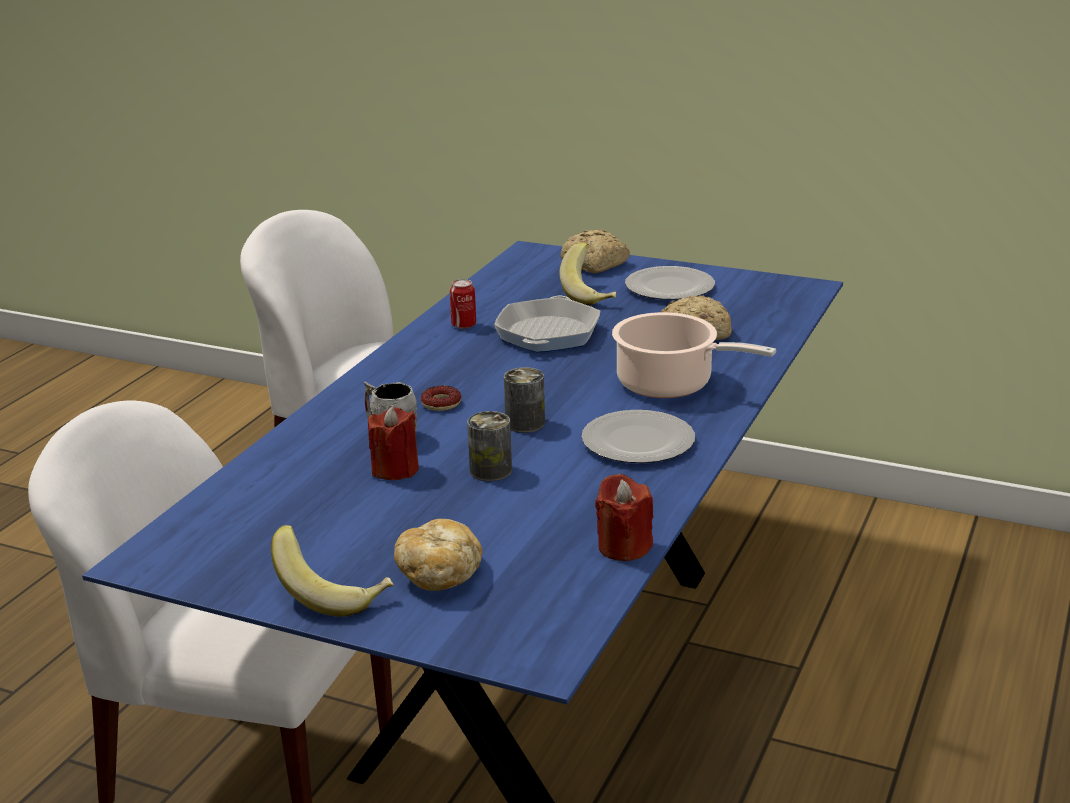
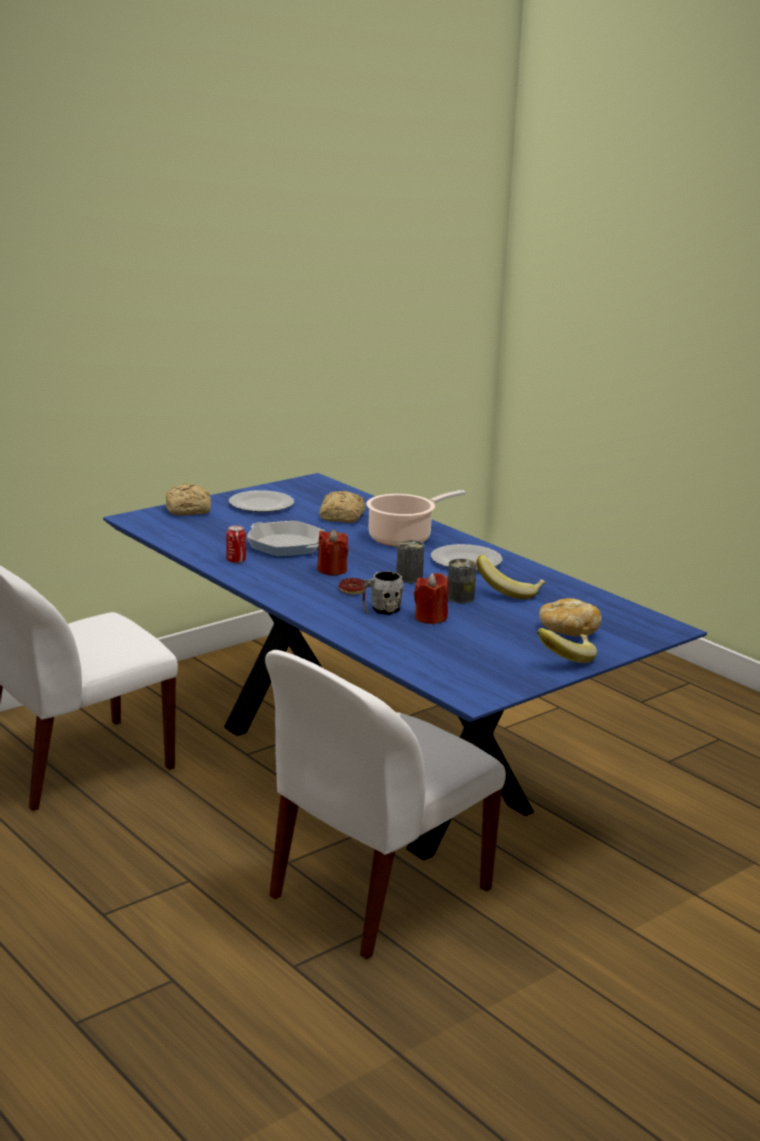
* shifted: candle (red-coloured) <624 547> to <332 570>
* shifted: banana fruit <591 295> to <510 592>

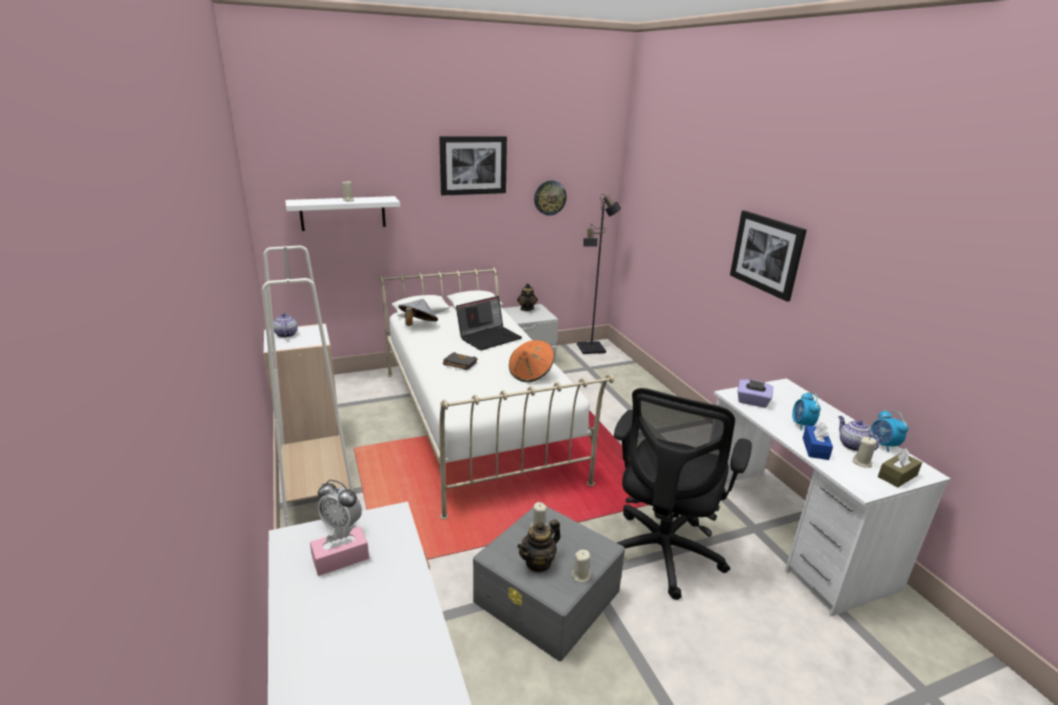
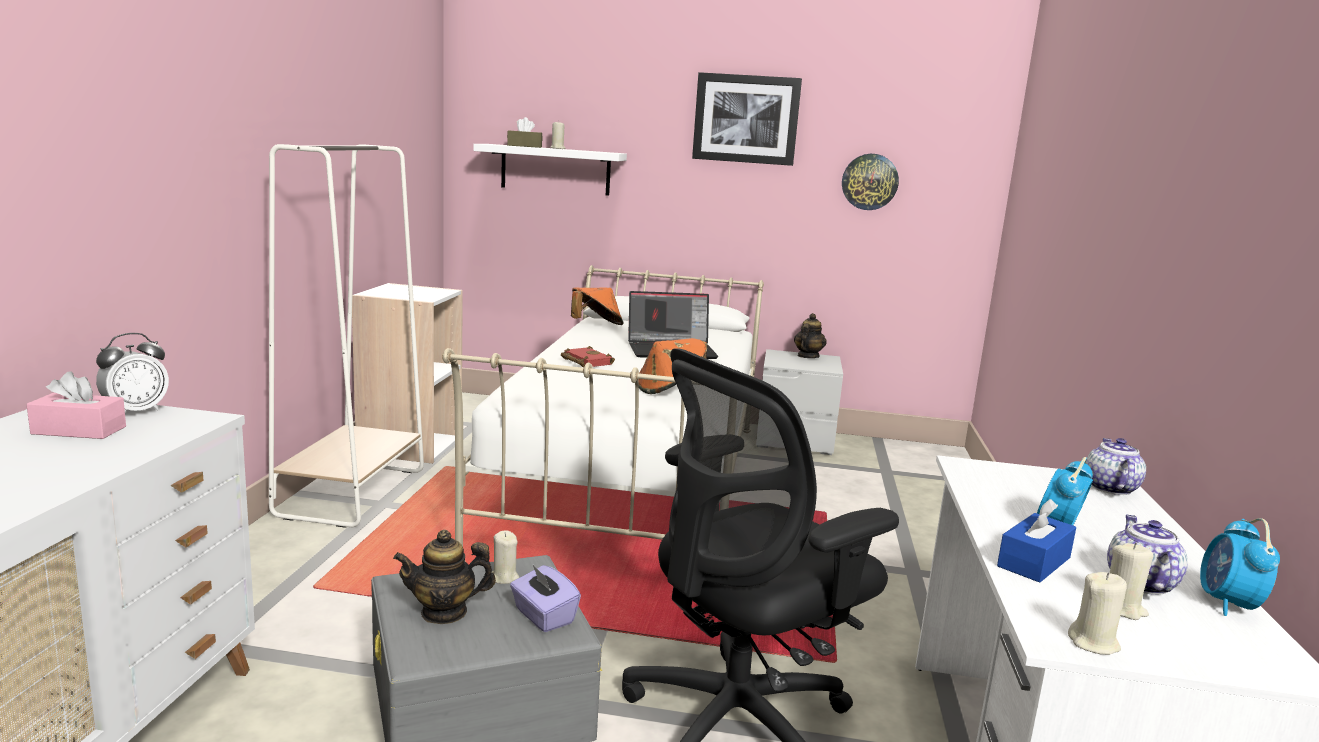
* rotated: bedside clock <341 526> = <136 411> 105 degrees counterclockwise
* shifted: box of tissues (brown-coloured) <897 476> to <524 146>
* shifted: box of tissues (purple-coloured) <752 402> to <543 616>
* repainted: bound book (blackish) <458 364> to bound book (red-coloured) <585 361>
* repainted: wearable hat (grey) <418 325> to wearable hat (orange) <596 325>
* shifted: candle (sand-coloured) <581 576> to <1093 643>
* shifted: teapot <286 334> to <1109 487>
* gone: standing lamp (blackish) <591 348>
* gone: picture <767 254>

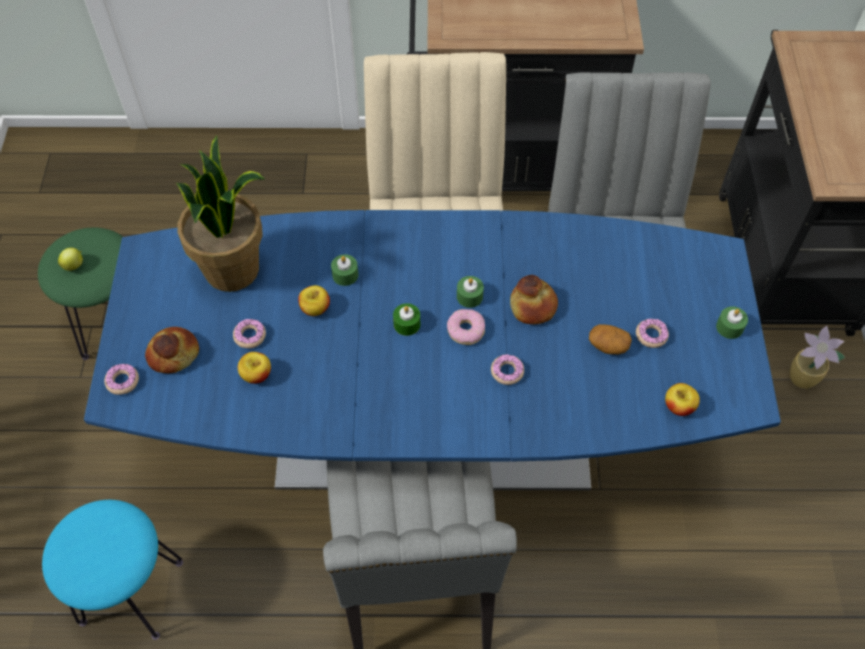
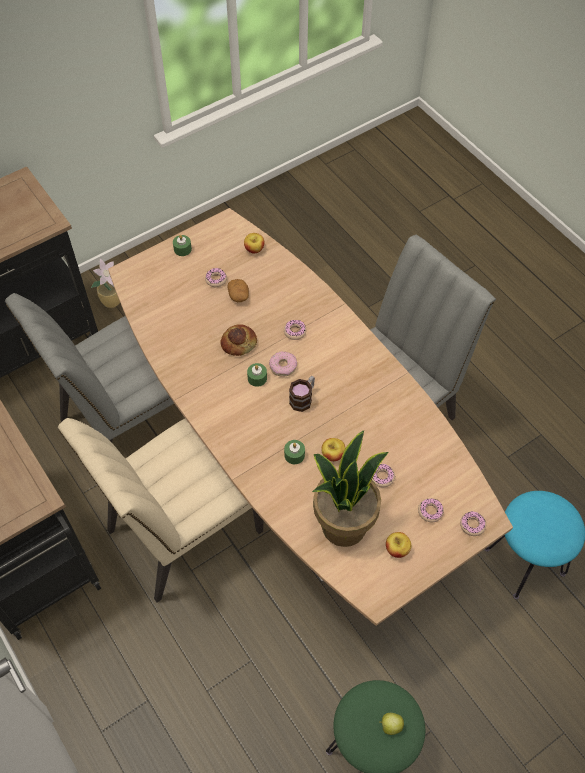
* repainted: kitchen table (bluish) <431 432> to kitchen table (brown-coloured) <292 468>
* swapped: candle (green) <407 324> to mug <303 398>
* shifted: apple fruit <256 375> to <397 549>
* swapped: bread <173 353> to donut <430 511>

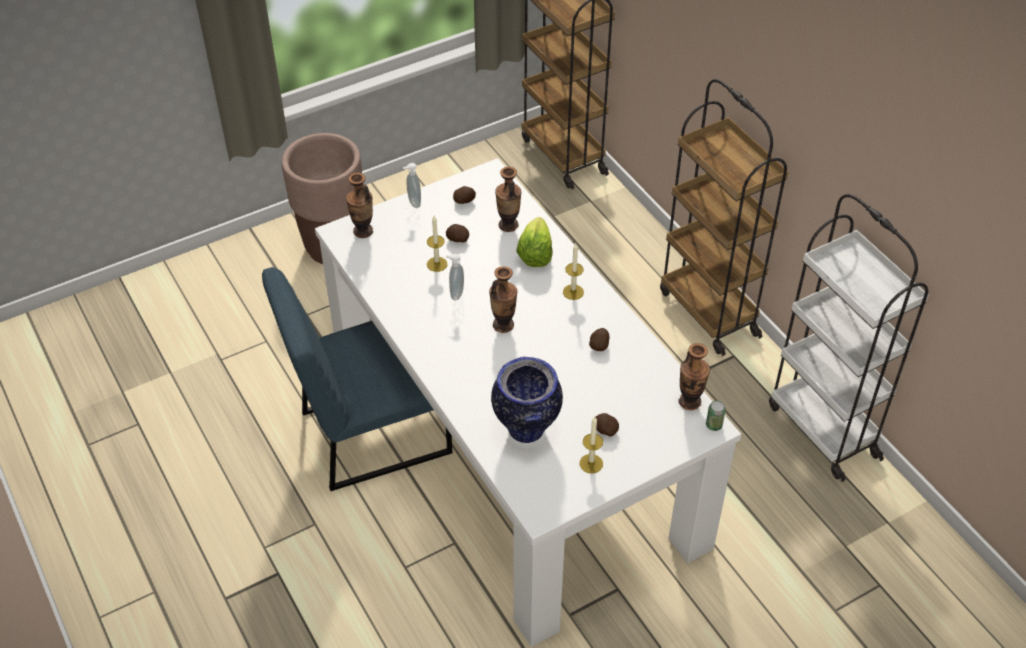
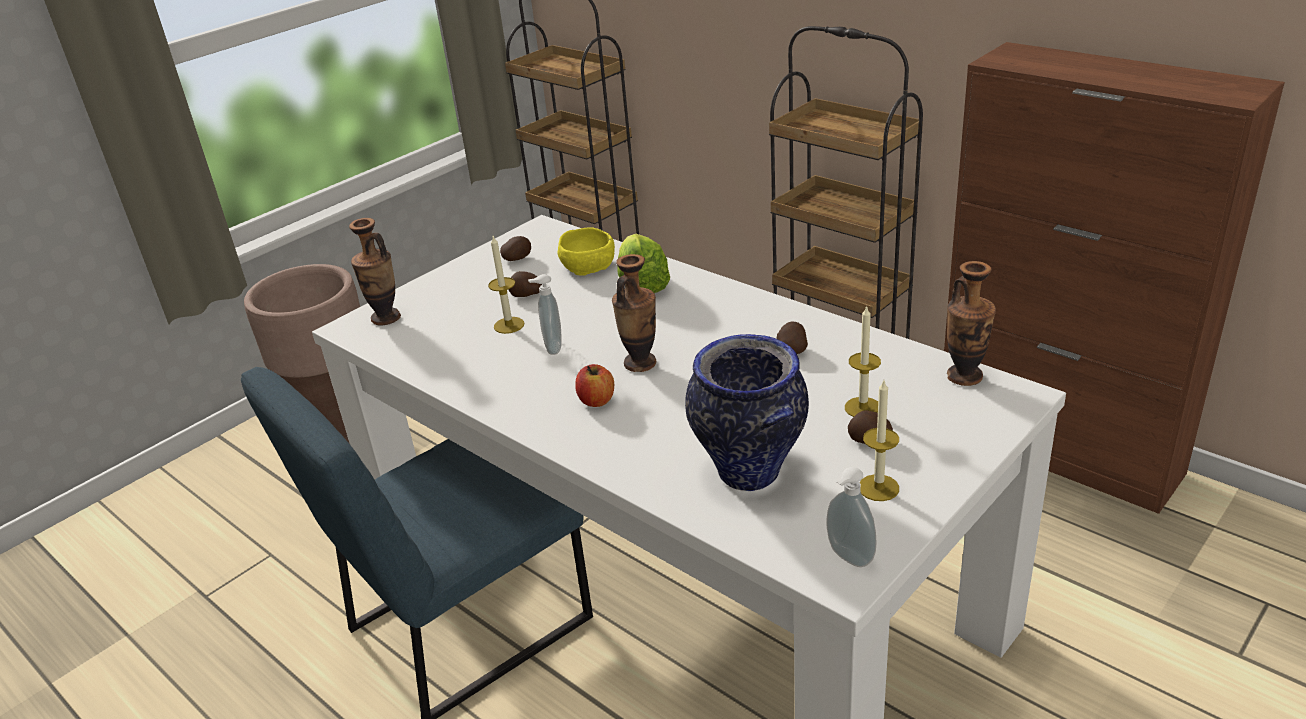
* swapped: vase <508 225> to serving bowl (yellowish) <589 267>
* new: apple fruit <596 400>
* shifted: soap bottle <413 203> to <848 558>
* shifted: candle <573 292> to <863 408>
* swapped: wheeled cart (white-coloured) <822 430> to cupboard (brown-coloured) <1058 451>
* gone: metal can <714 425>

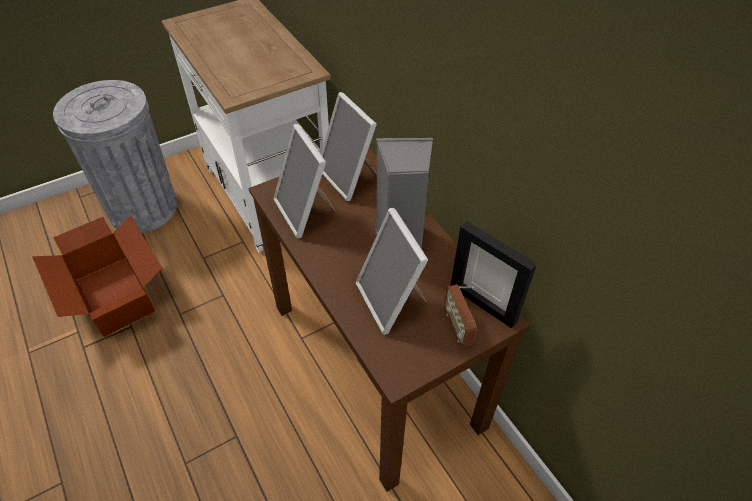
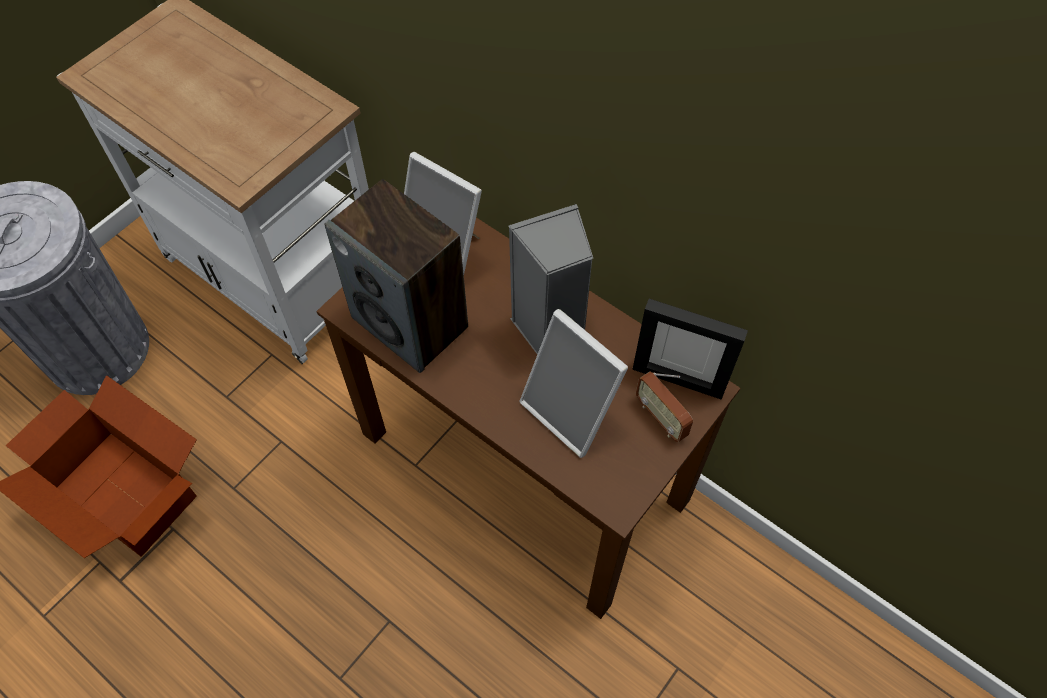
* swapped: standing frame <306 212> to audio speaker <411 323>

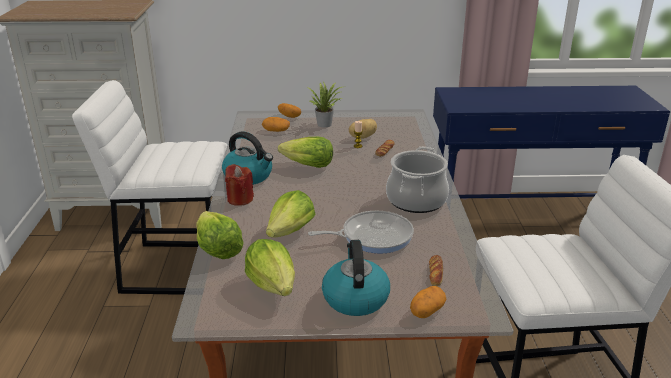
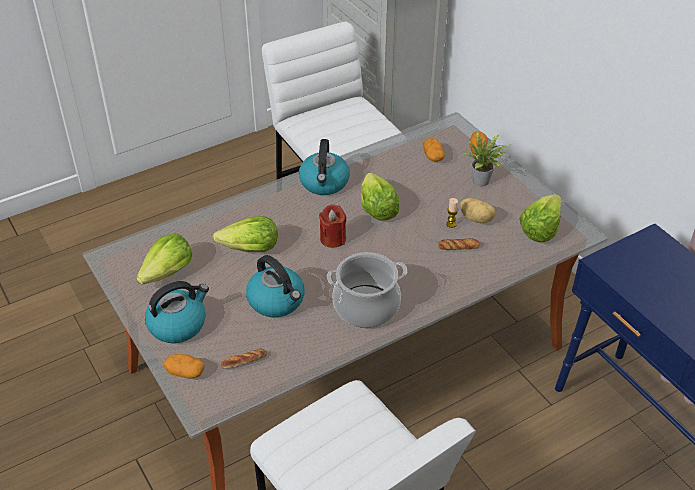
* swapped: skillet <373 236> to tea kettle <277 301>
* shifted: candle (red-coloured) <240 199> to <333 239>
* shifted: head of lettuce <217 249> to <540 228>

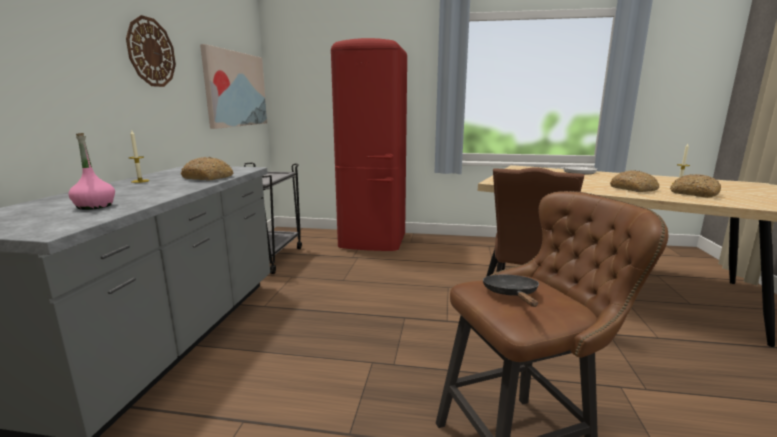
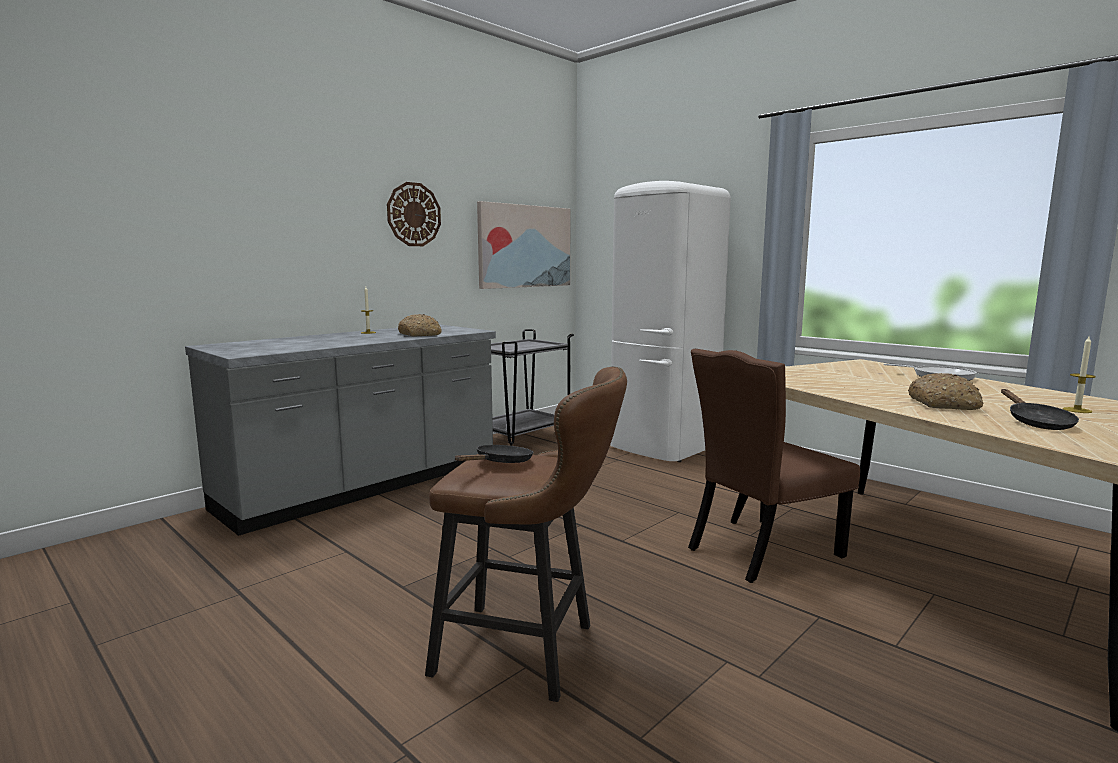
* repainted: refrigerator (red-coloured) <373 242> to refrigerator (white-coloured) <661 448>
* swapped: bread <693 194> to skillet (blackish) <1036 422>
* gone: bottle (pinkish) <94 206>

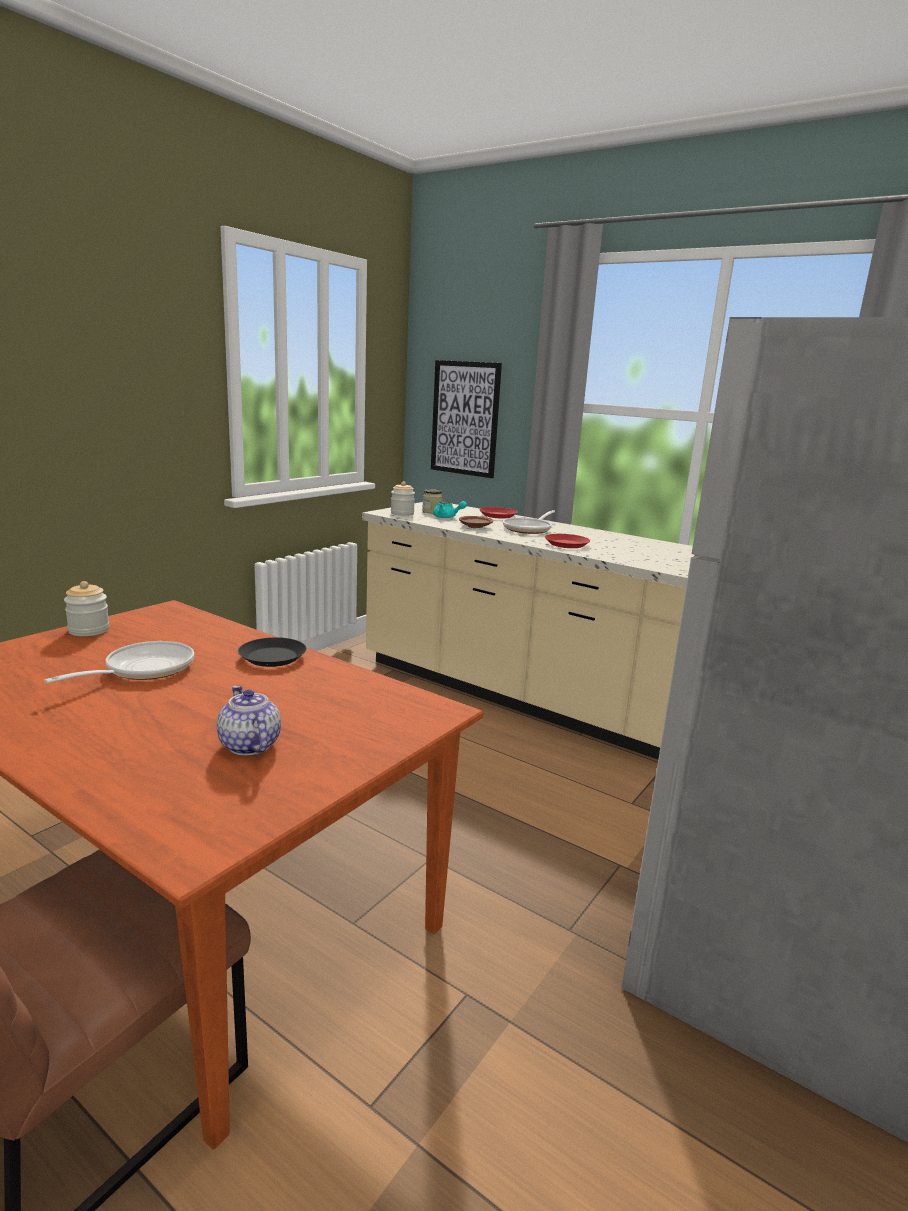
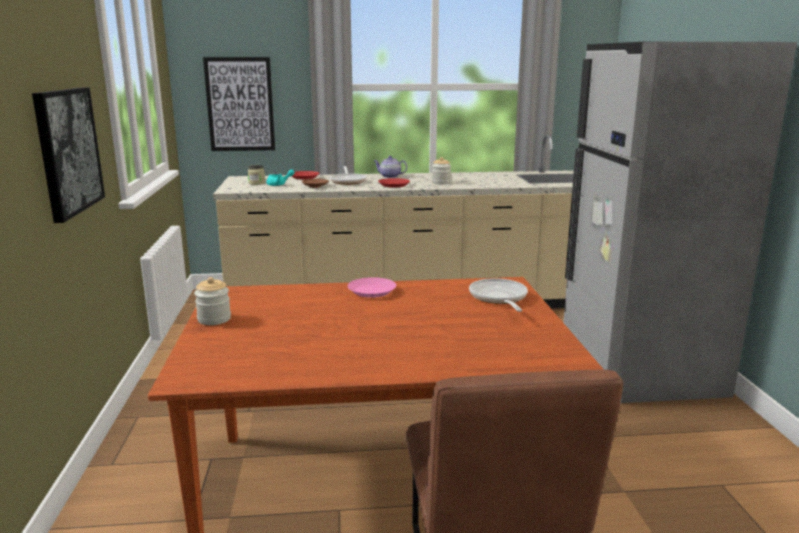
* new: picture <68 151>
* repainted: dinner plate (blackish) <273 657> to dinner plate (pinkish) <372 291>
* shifted: teapot <248 745> to <390 176>
* shifted: preserve jar <402 513> to <441 183>
* shifted: skillet <143 669> to <499 298>

